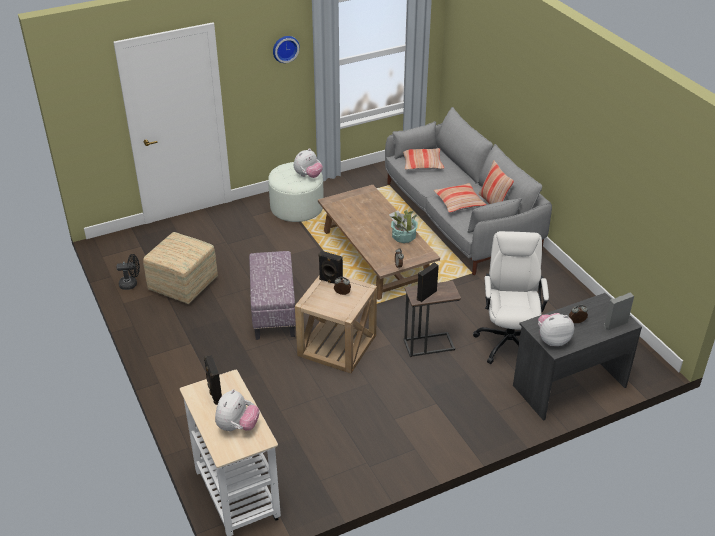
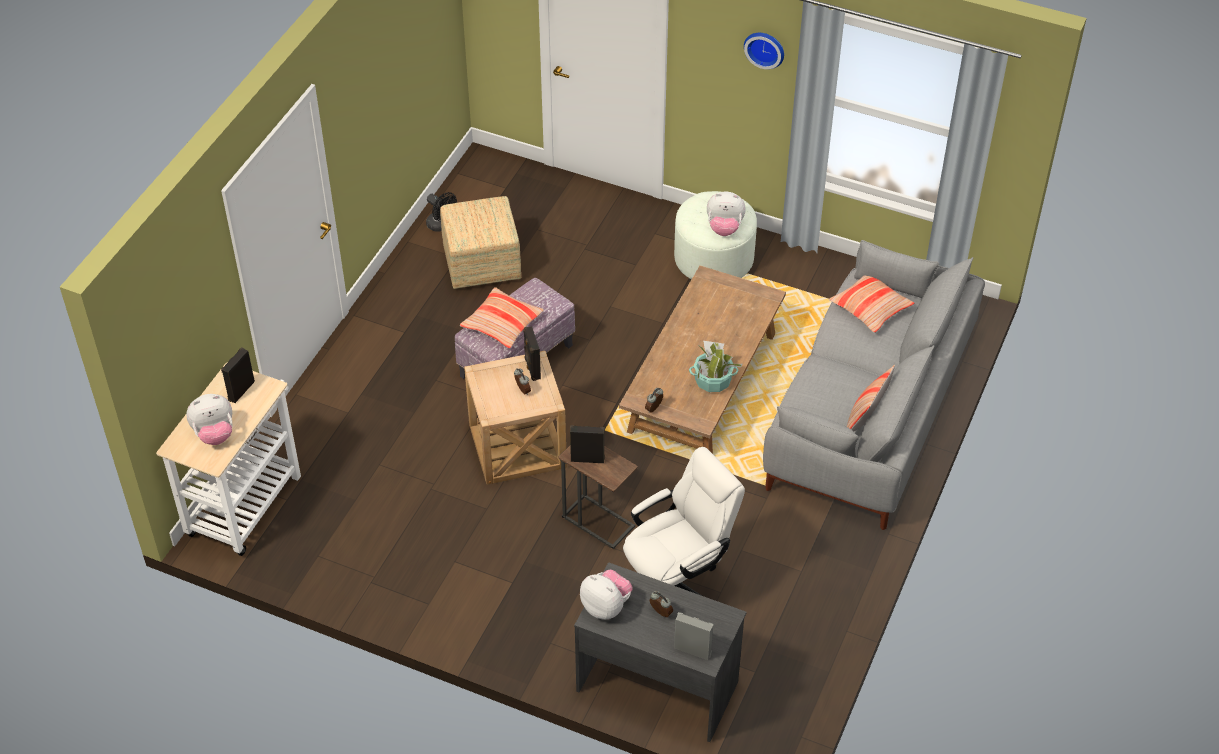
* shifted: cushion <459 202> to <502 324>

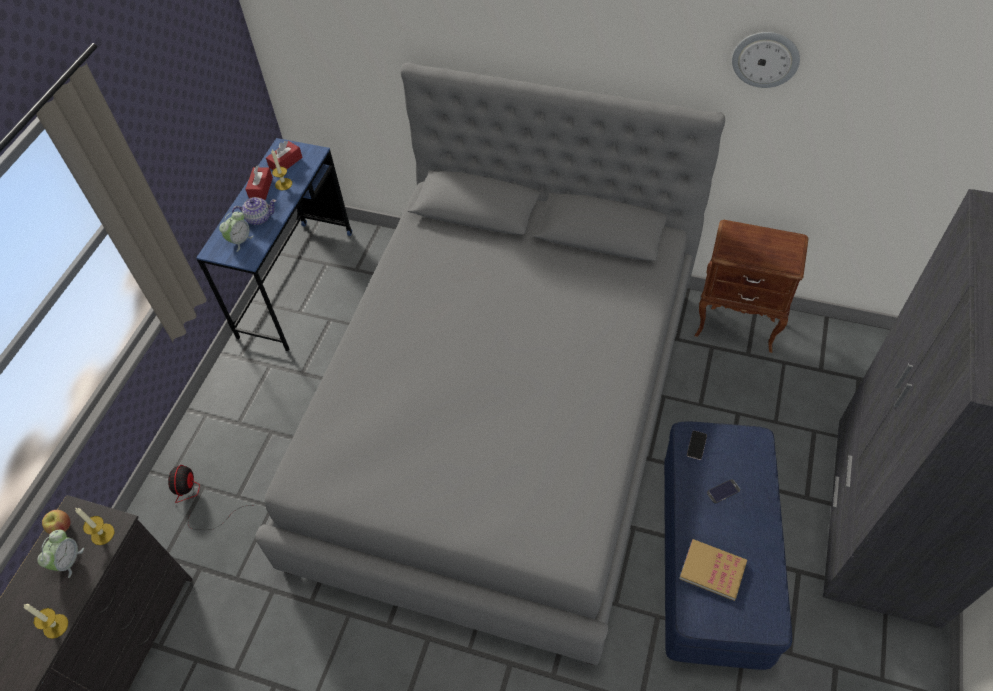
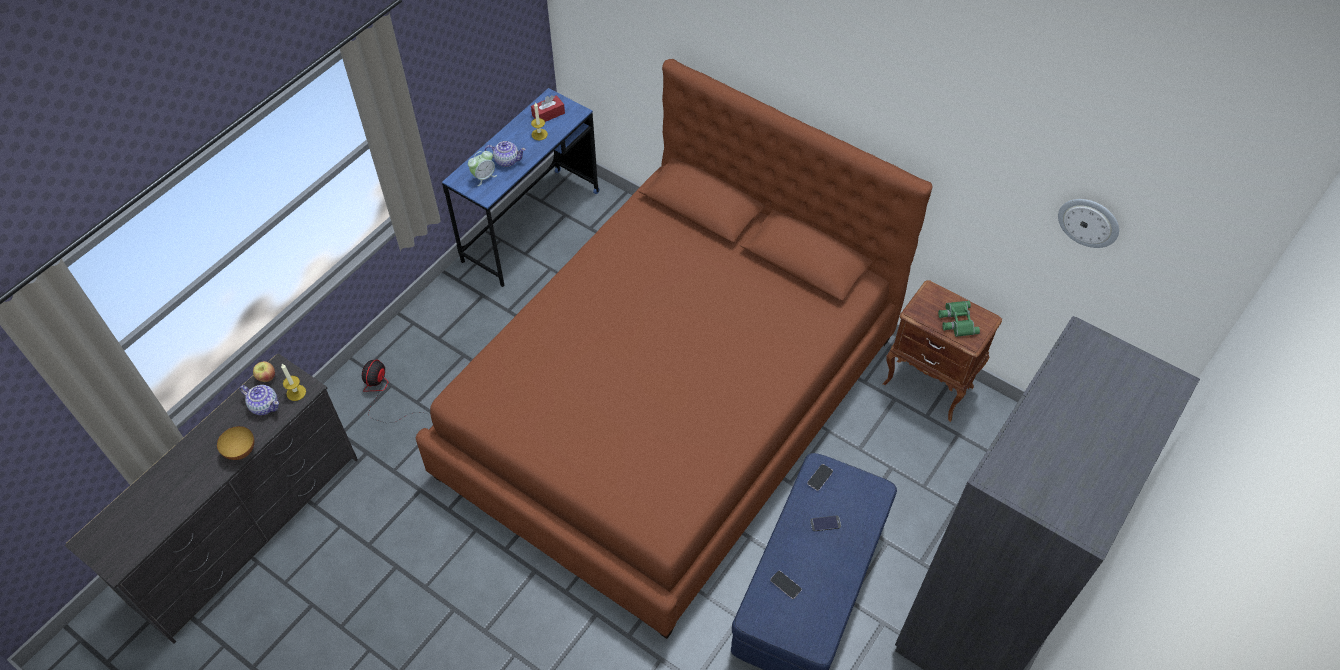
* swapped: candle <55 626> to serving bowl <241 451>
* swapped: bedside clock <68 561> to teapot <264 405>
* repainted: bedroom bed (grey) <503 419> to bedroom bed (brown-coloured) <671 406>
* swapped: bound book <712 570> to telephone <785 585>
* new: binoculars (green) <956 321>
* shifted: clock on the wall <765 59> to <1089 222>
* gone: box of tissues (red-coloured) <261 188>

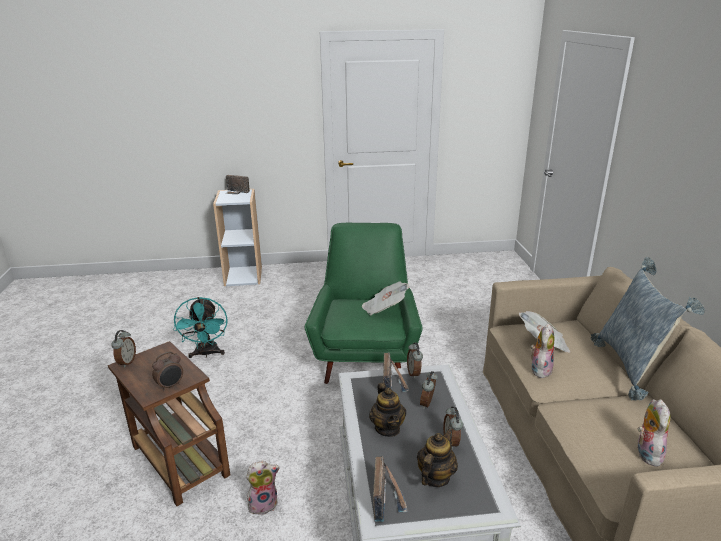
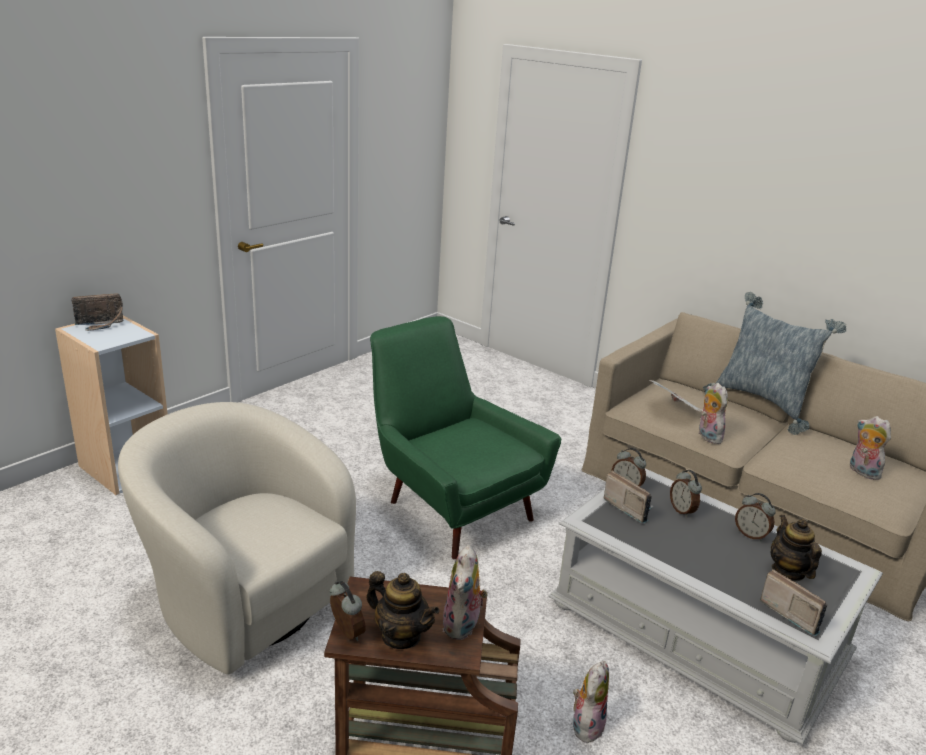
* swapped: fan (turquoise-coloured) <206 354> to lounge chair (sand-coloured) <243 600>
* shifted: teapot <387 428> to <401 636>
* swapped: bedside clock <171 386> to cuddly toy <463 626>
* gone: printed paper <384 309>

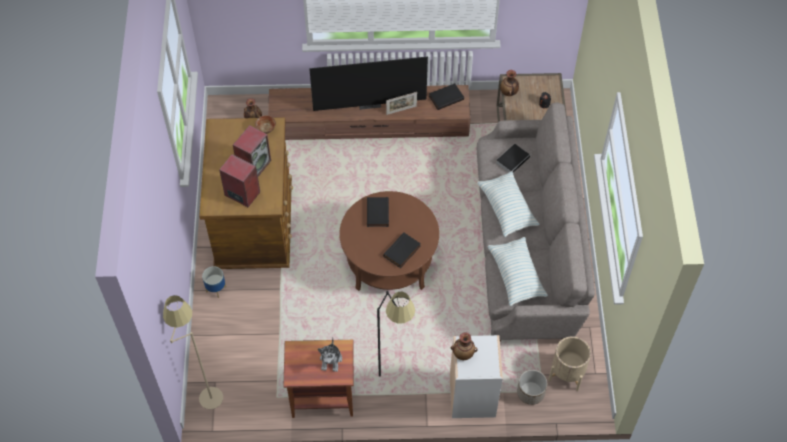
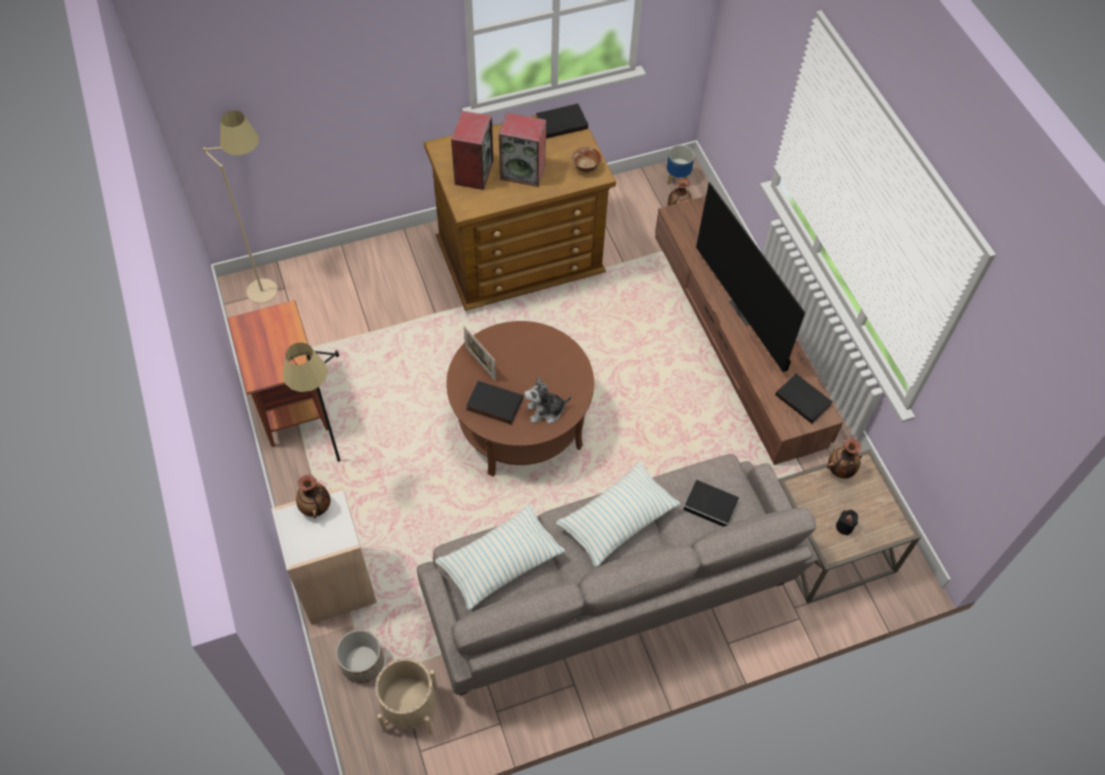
* shifted: standing frame <401 110> to <480 363>
* shifted: cuddly toy <331 360> to <545 411>
* shifted: bound book (blackish) <376 213> to <561 122>
* shifted: planter <216 289> to <677 179>

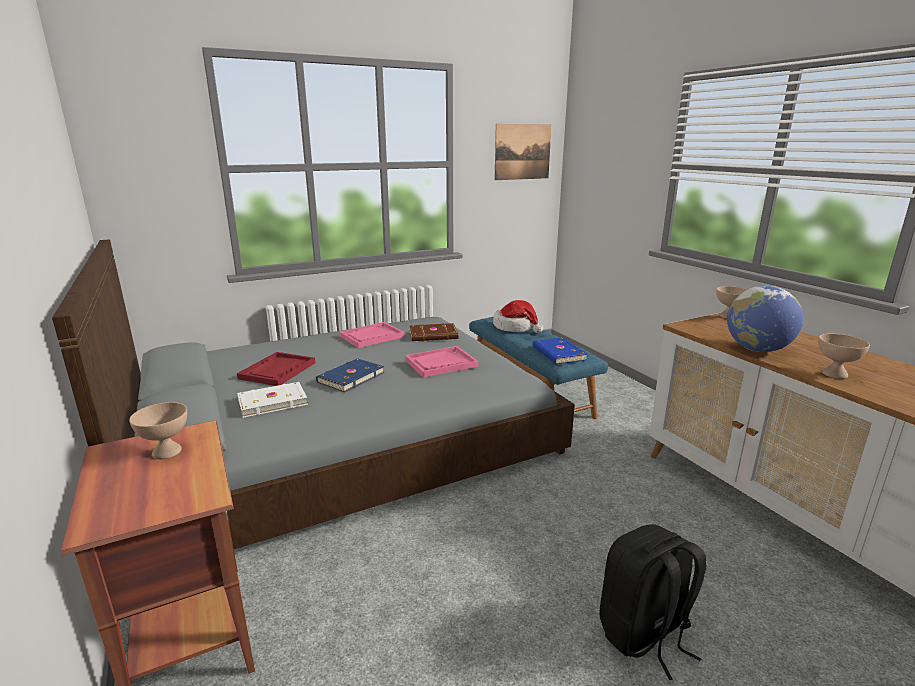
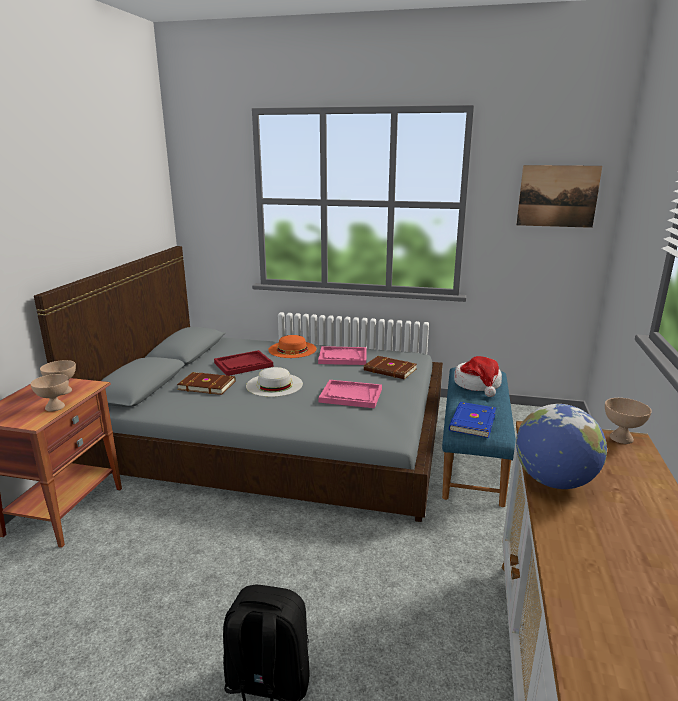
* shifted: serving bowl (sand-coloured) <833 374> to <55 407>
* repainted: bound book (white-coloured) <272 401> to bound book (brown-coloured) <207 385>
* swapped: bound book (bluish) <350 377> to wearable hat (white-coloured) <274 384>
* new: wearable hat (orange) <292 349>

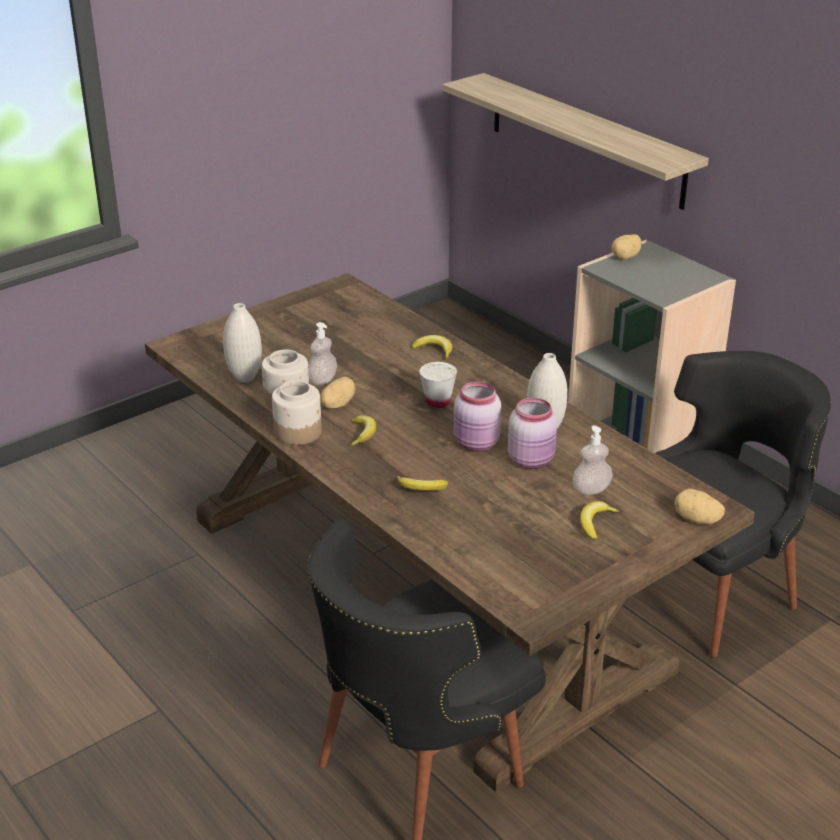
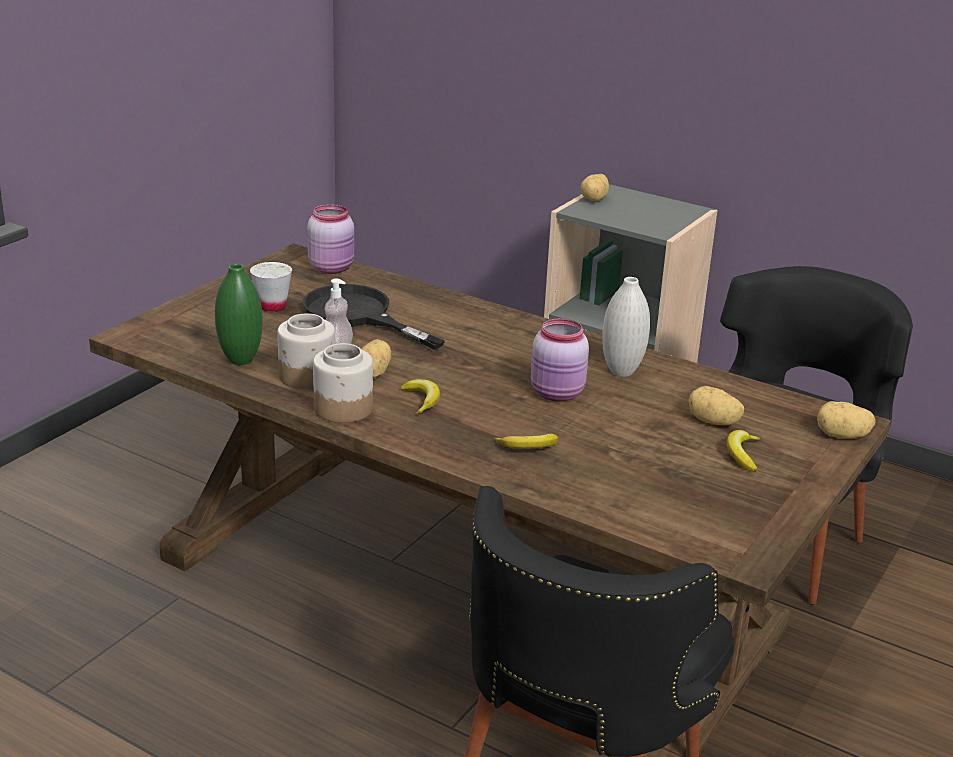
* repainted: vase (white-coloured) <245 378> to vase (green) <240 360>
* shifted: drinking cup (white-coloured) <438 402> to <272 306>
* new: skillet (blackish) <358 315>
* shifted: preserve jar (pinkish) <532 460> to <332 268>
* swapped: soap bottle <591 489> to potato <713 422>
* gone: banana fruit <434 350>
* gone: bracket shelf <585 140>

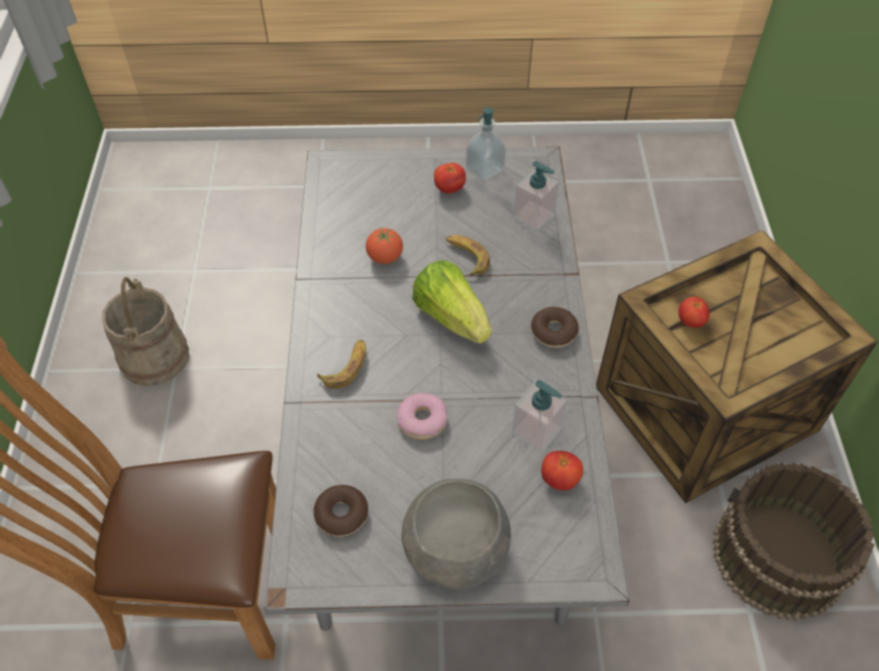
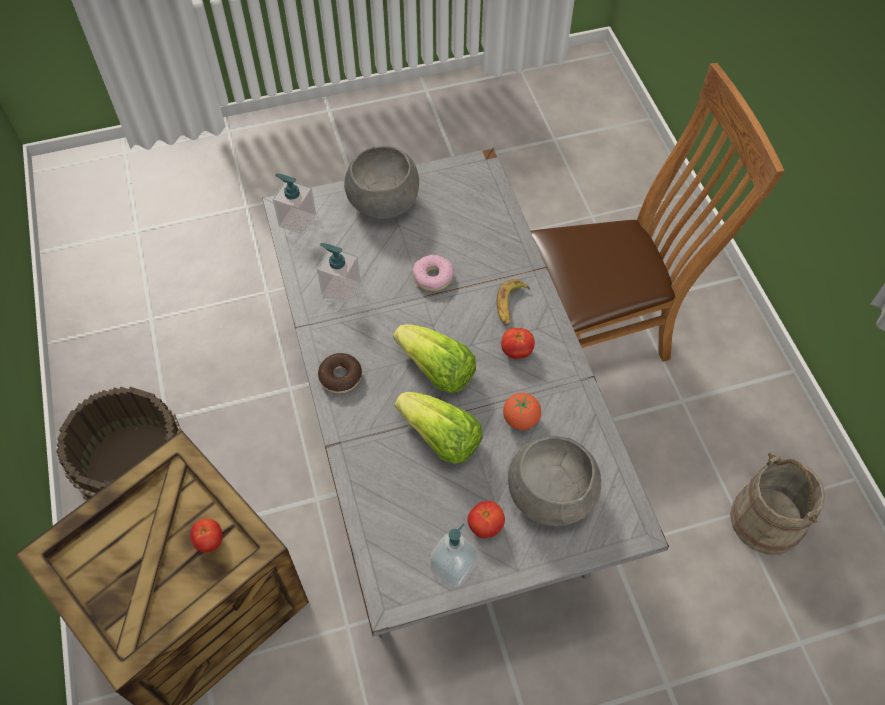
* shifted: soap bottle <534 216> to <297 221>
* swapped: banana fruit <466 257> to head of lettuce <441 438>
* shifted: whole tomato <559 479> to <516 351>
* new: serving bowl (grey) <552 493>
* gone: donut <341 515>

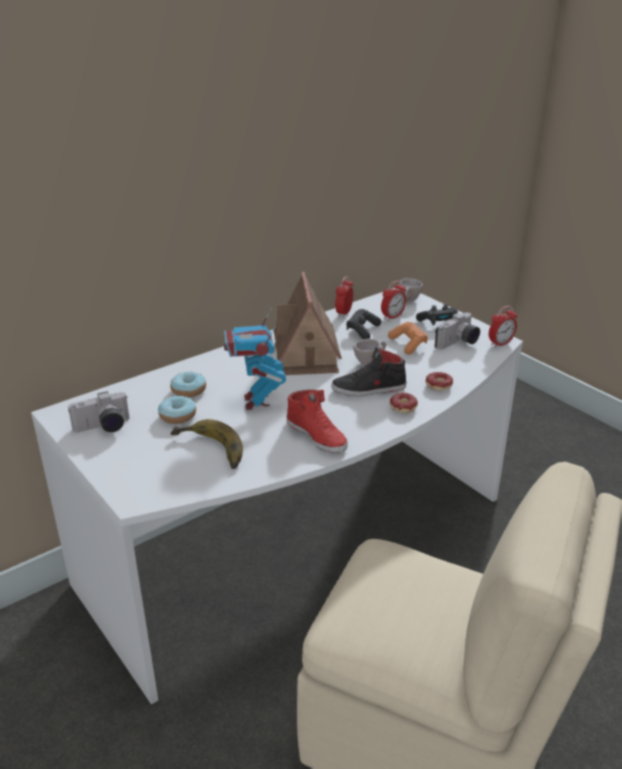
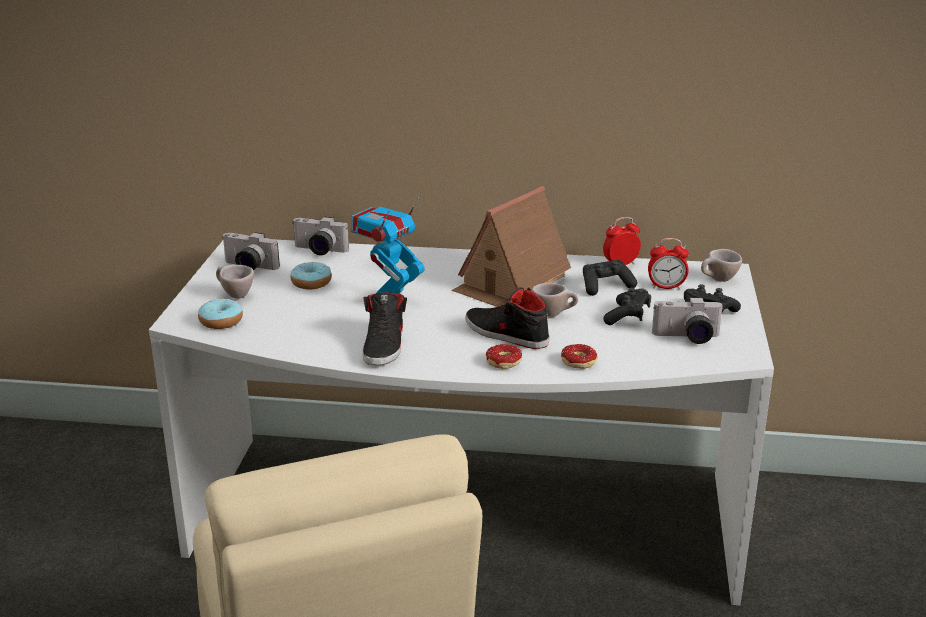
* shifted: donut <188 390> to <221 321>
* new: drinking cup (sand-coloured) <234 295>
* new: still camera <318 251>
* repainted: item of footwear (red-coloured) <317 435> to item of footwear (blackish) <385 346>
* repainted: game controller (orange) <408 344> to game controller (blackish) <627 316>
* gone: banana fruit <208 451>
* gone: bedside clock <500 343>

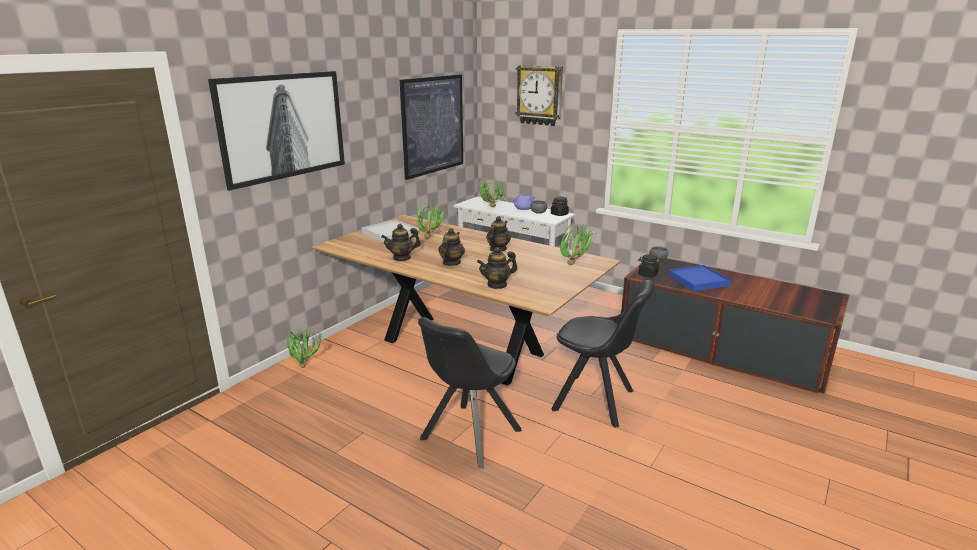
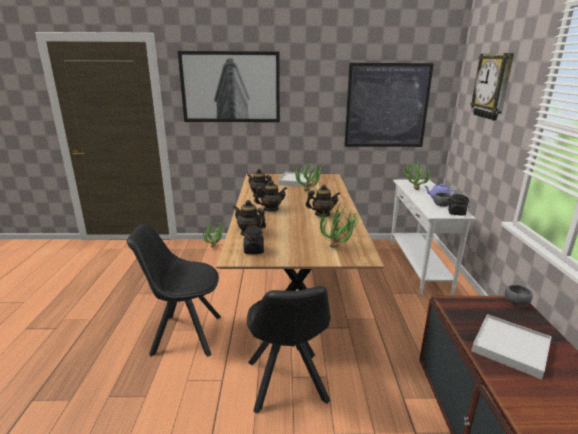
* shifted: preserve jar (blackish) <647 274> to <254 250>
* repainted: carrying tray (bluish) <698 280> to carrying tray (white-coloured) <510 347>

